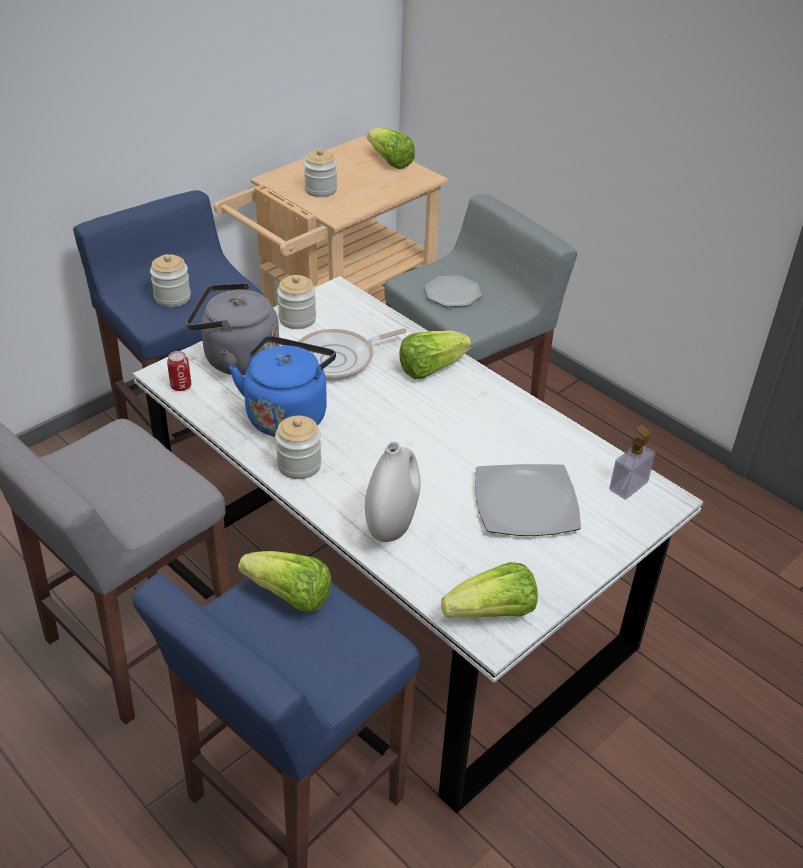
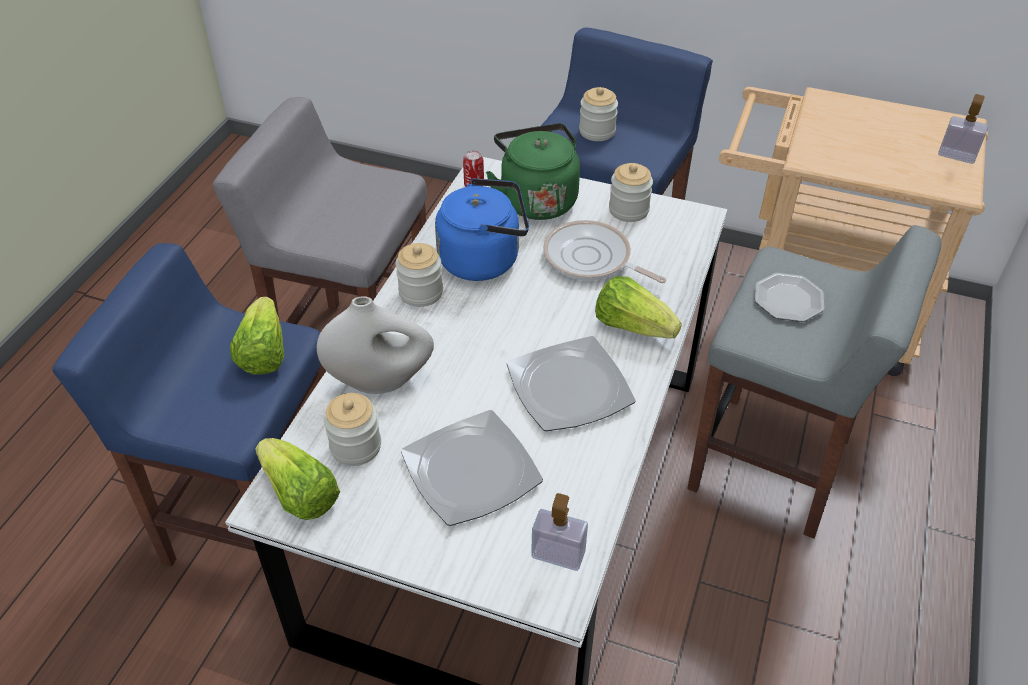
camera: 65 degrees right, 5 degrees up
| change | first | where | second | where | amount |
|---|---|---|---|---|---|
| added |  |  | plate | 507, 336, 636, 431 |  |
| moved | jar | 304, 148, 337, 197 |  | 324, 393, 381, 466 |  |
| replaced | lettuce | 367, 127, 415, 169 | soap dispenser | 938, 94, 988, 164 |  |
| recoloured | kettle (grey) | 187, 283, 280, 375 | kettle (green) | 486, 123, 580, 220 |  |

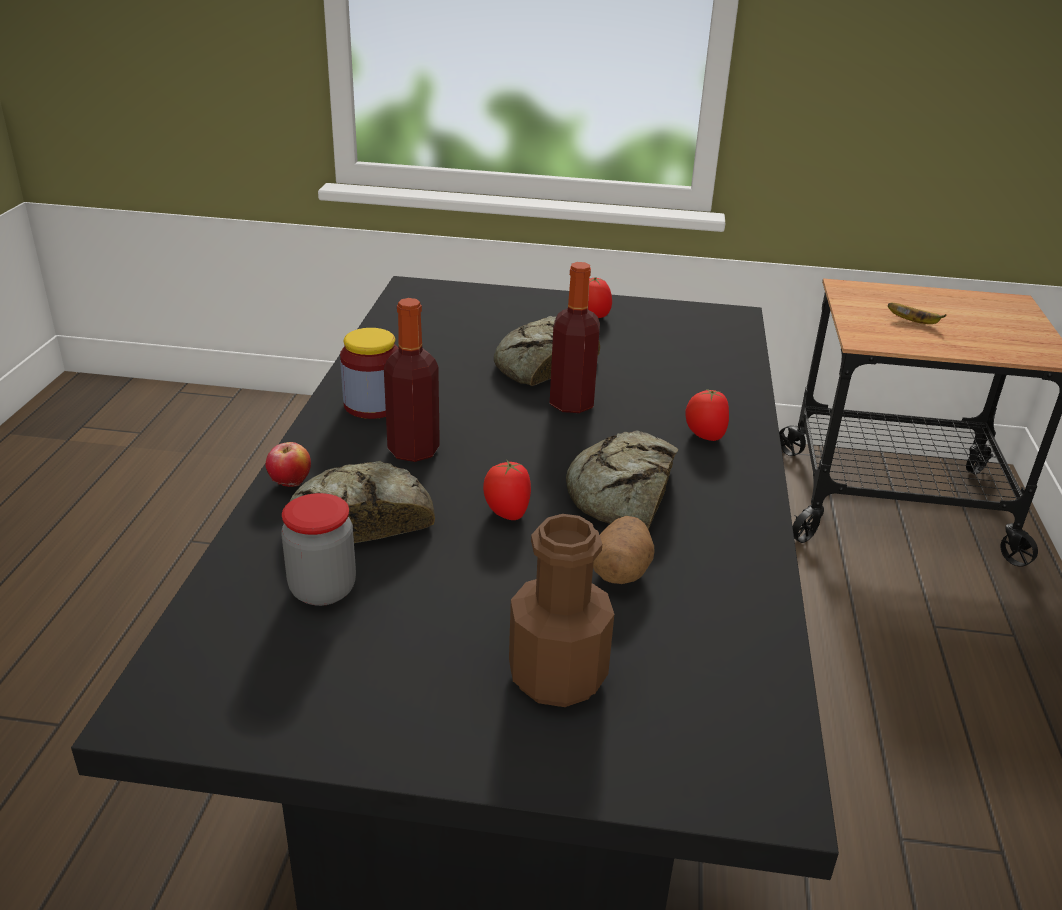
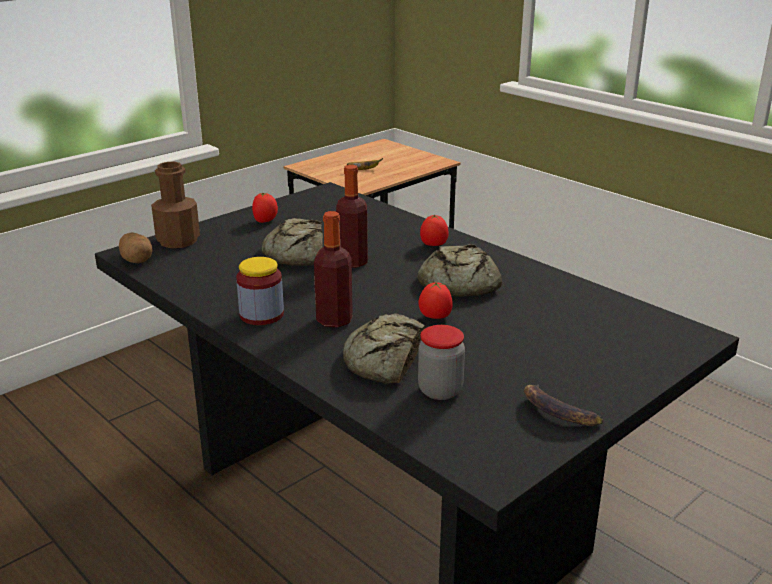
camera: 50 degrees left, 5 degrees down
| change | first | where | second | where | amount |
|---|---|---|---|---|---|
| removed | apple | 266, 442, 311, 487 |  |  |  |
| added |  |  | banana | 524, 384, 604, 426 |  |
| moved | bottle (brown) | 509, 514, 614, 707 |  | 151, 162, 200, 248 |  |
| moved | potato | 593, 516, 654, 584 |  | 119, 233, 153, 264 |  |

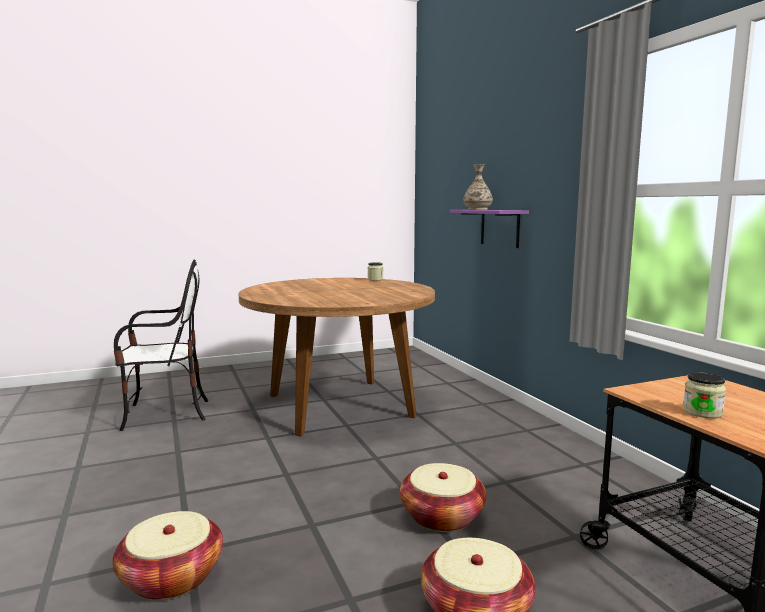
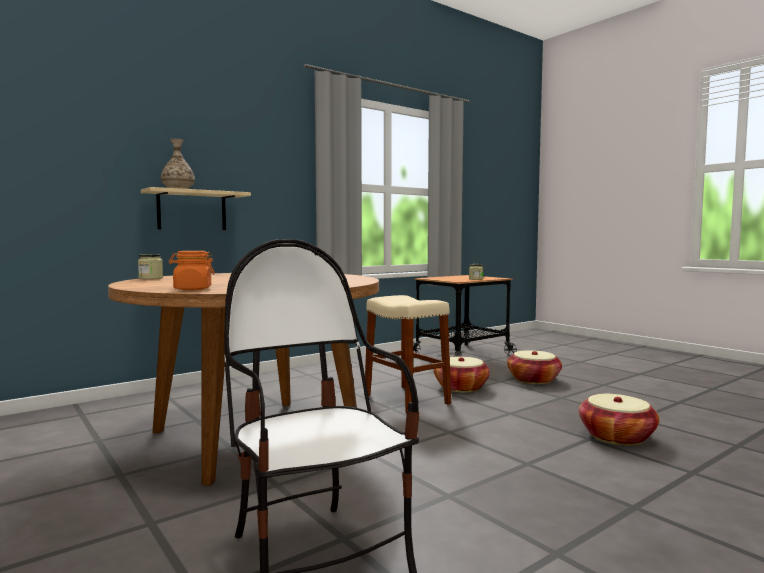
camera: 105 degrees left, 5 degrees down
| change | first | where | second | where | amount |
|---|---|---|---|---|---|
| added |  |  | jar (orange) | 169, 251, 215, 290 |  |
| added |  |  | stool (beige) | 364, 295, 451, 413 |  |
| recoloured | shelf (purple) | 449, 210, 529, 248 | shelf (beige) | 141, 187, 251, 230 |  |

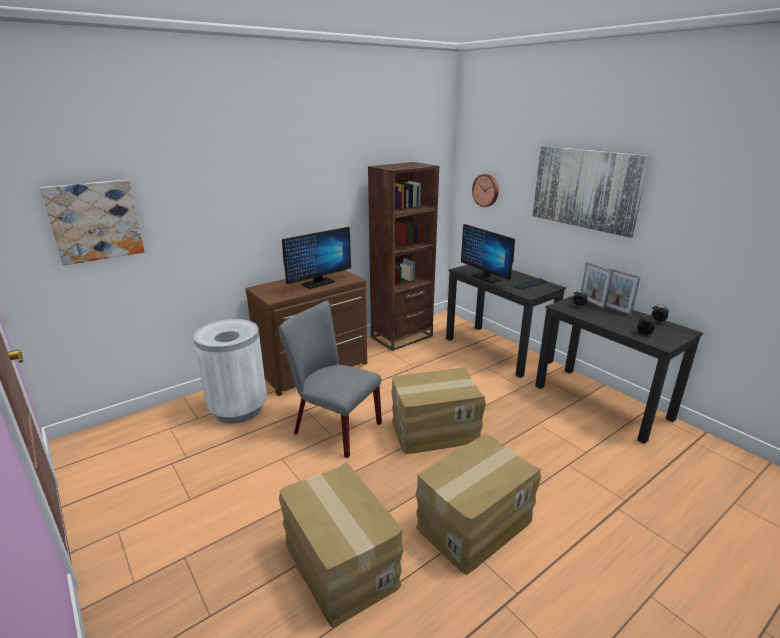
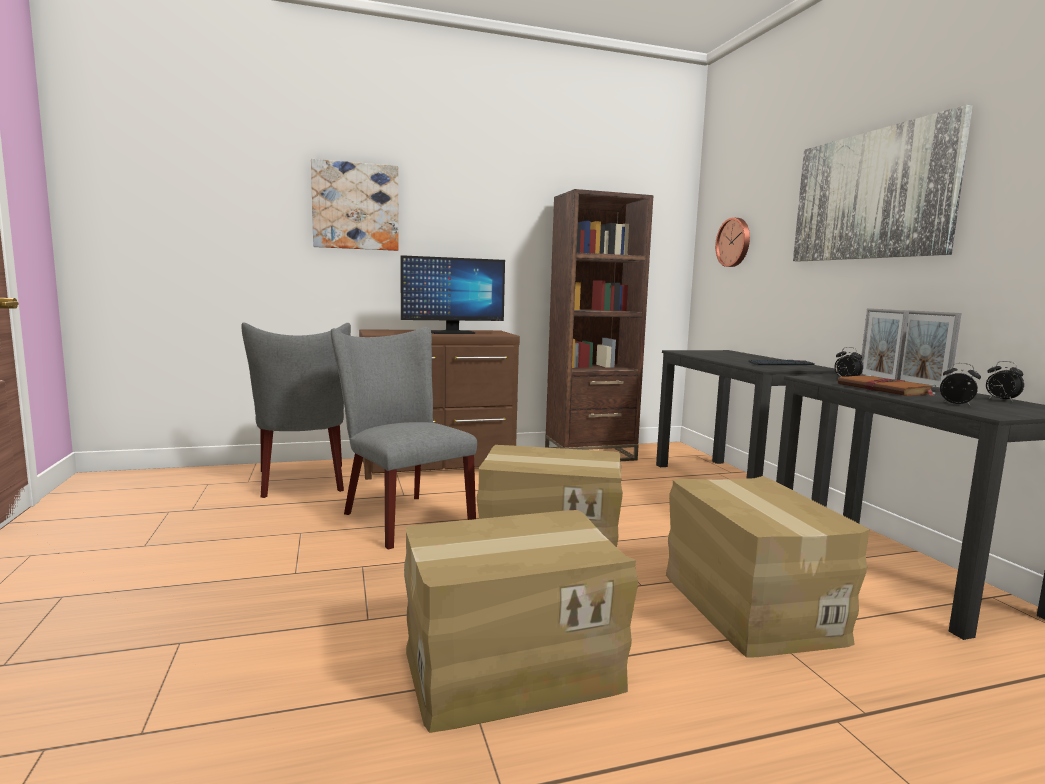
camera: 20 degrees right, 15 degrees down
| change | first | where | second | where | amount |
|---|---|---|---|---|---|
| removed | monitor | 461, 224, 515, 283 |  |  |  |
| added |  |  | book (brown) | 838, 375, 936, 396 |  |
| moved | picture | 40, 180, 145, 265 |  | 311, 159, 399, 251 |  |
| moved | cardboard box | 279, 462, 403, 628 |  | 666, 476, 869, 657 |  |
| replaced | trash can (white) | 193, 319, 267, 423 | chair (grey) | 241, 322, 351, 498 |  |

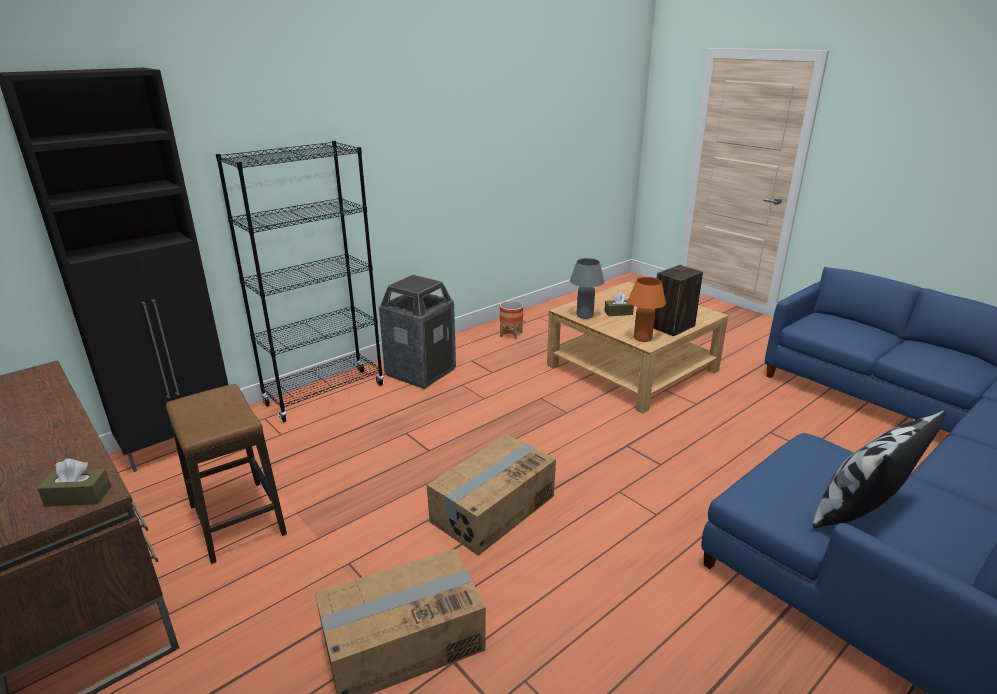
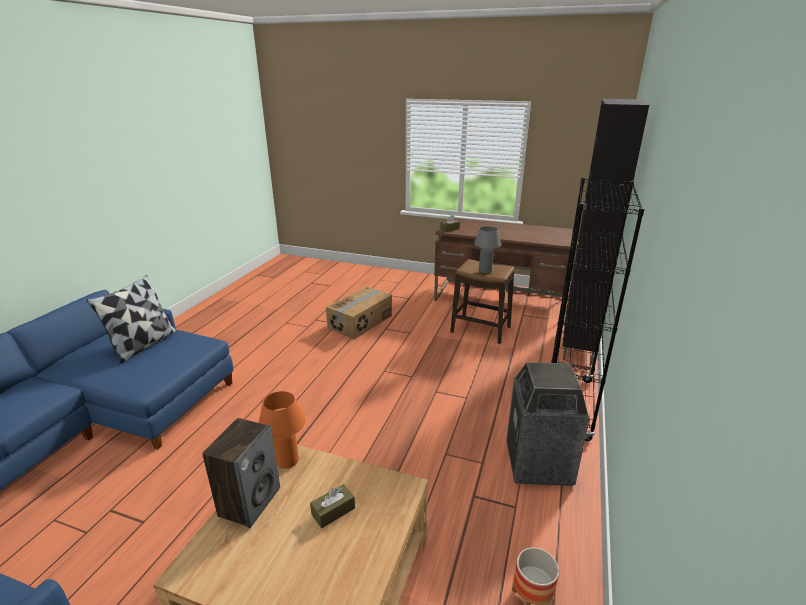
camera: 150 degrees right, 0 degrees up
| change | first | where | second | where | amount |
|---|---|---|---|---|---|
| removed | cardboard box | 427, 434, 556, 556 |  |  |  |
| moved | table lamp (grey) | 570, 258, 605, 319 |  | 474, 226, 501, 273 |  |

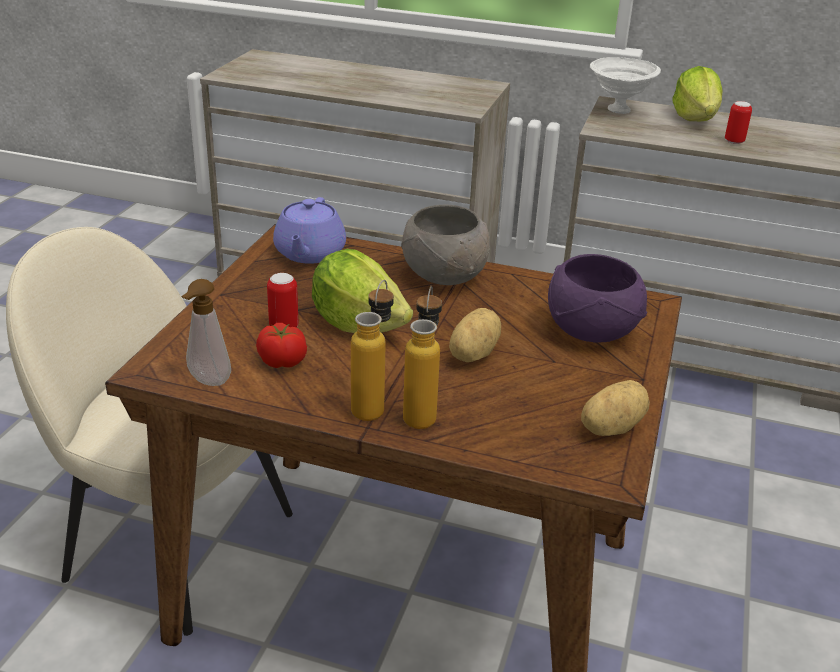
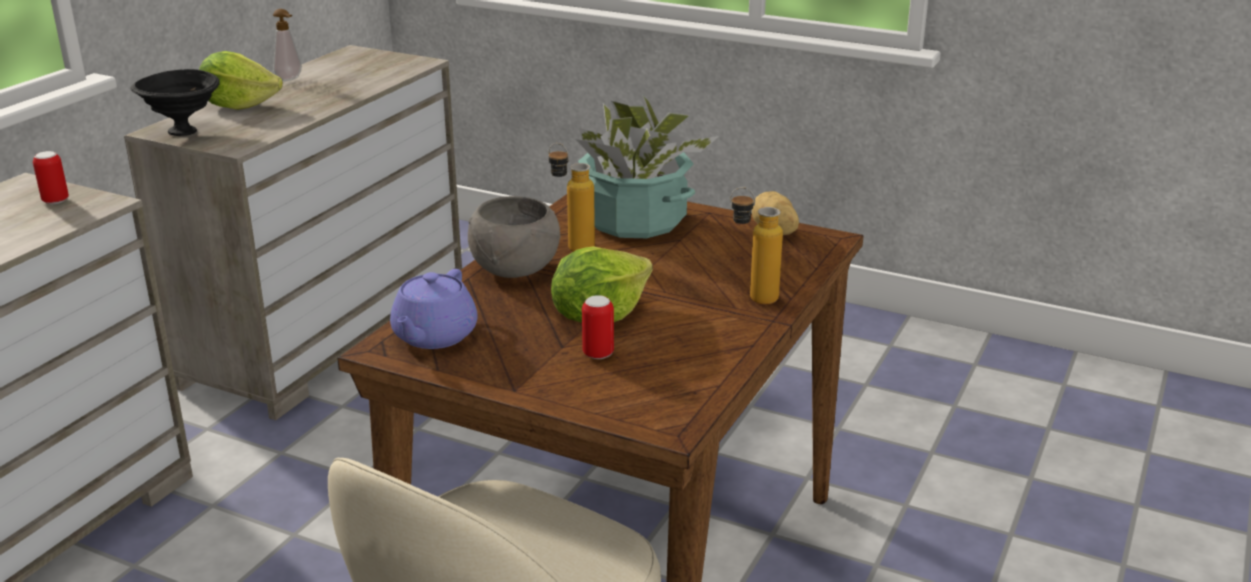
camera: 80 degrees left, 5 degrees down
| change | first | where | second | where | amount |
|---|---|---|---|---|---|
| removed | tomato | 256, 323, 307, 368 |  |  |  |
| removed | potato | 449, 308, 501, 362 |  |  |  |
| moved | soap dispenser | 181, 279, 231, 386 |  | 273, 9, 302, 81 |  |
| moved | bottle | 351, 280, 394, 421 |  | 549, 143, 595, 252 |  |
| moved | can | 725, 101, 752, 144 |  | 33, 151, 69, 204 |  |
| replaced | bowl (purple) | 548, 254, 647, 343 | potted plant | 576, 95, 719, 238 |  |
| recoloured | bowl (white) | 590, 57, 661, 114 | bowl (black) | 131, 69, 220, 136 |  |
| turned | teapot (purple) | 273, 197, 346, 264 |  | 390, 269, 477, 349 | 90 degrees clockwise |

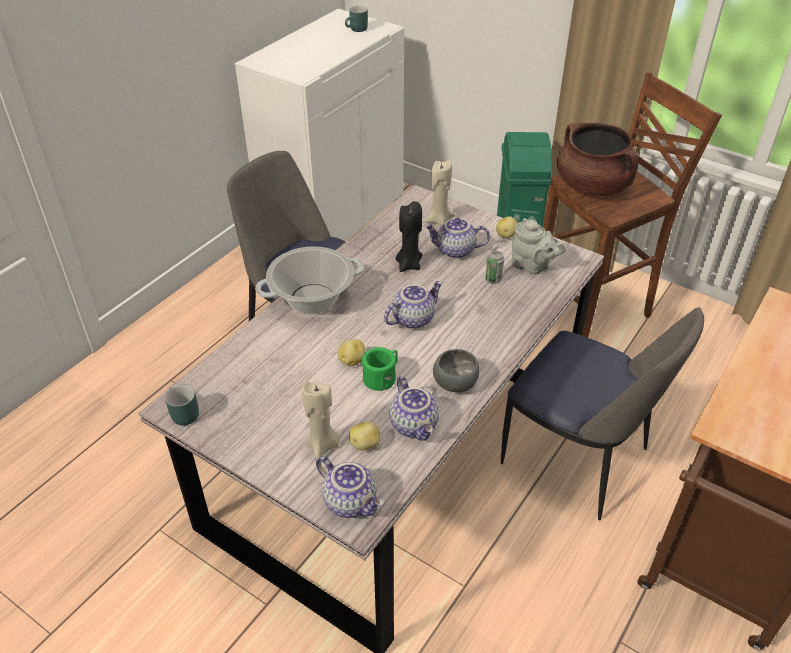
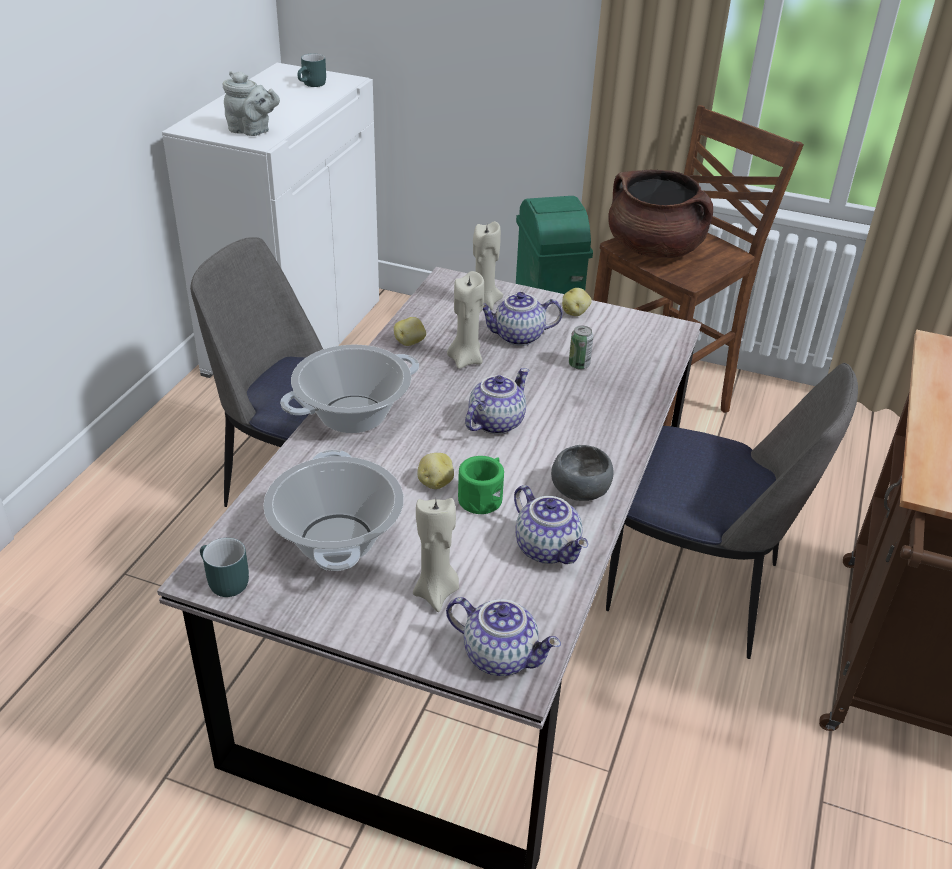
camera: 15 degrees left, 5 degrees down
| change | first | where | second | where | amount |
|---|---|---|---|---|---|
| added |  |  | cooking pot | 263, 450, 404, 571 |  |
| moved | potato | 349, 422, 380, 450 |  | 394, 317, 426, 346 |  |
| moved | teapot (grey) | 512, 218, 566, 274 |  | 223, 71, 280, 136 |  |
| recoloured | candle (black) | 396, 201, 423, 272 | candle (beige) | 447, 271, 484, 369 |  |

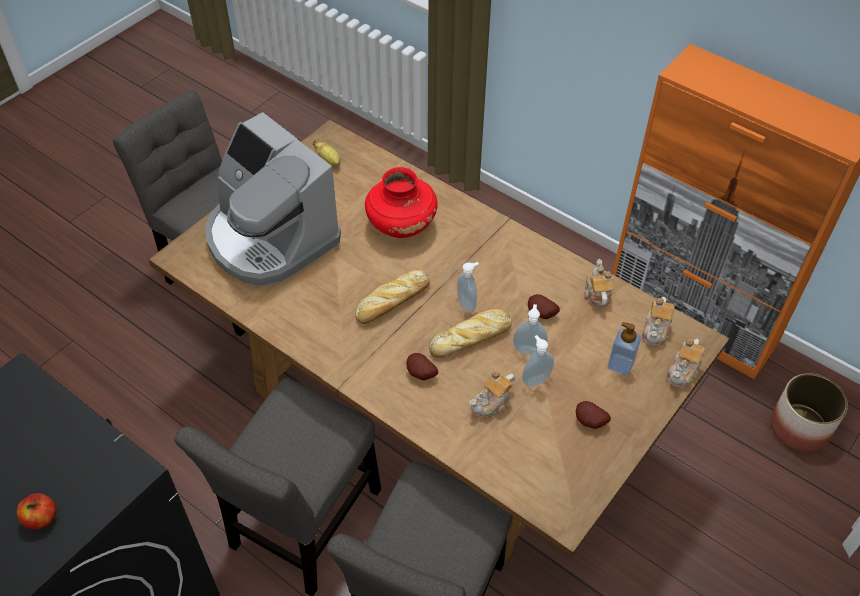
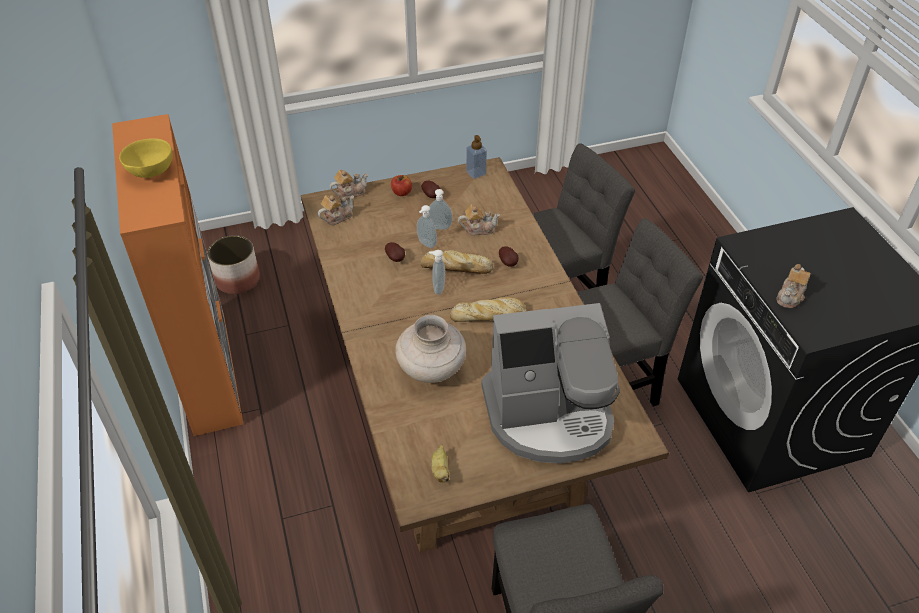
camera: 145 degrees left, 5 degrees down
| change | first | where | second | where | amount |
|---|---|---|---|---|---|
| added |  |  | bowl (yellow) | 119, 138, 173, 178 |  |
| moved | apple | 17, 493, 56, 529 |  | 391, 175, 412, 196 |  |
| moved | teapot | 584, 259, 614, 307 |  | 776, 264, 811, 308 |  |
| moved | soap dispenser | 608, 322, 641, 376 |  | 466, 135, 487, 179 |  |
| recoloured | vase (red) | 365, 167, 438, 238 | vase (beige) | 395, 315, 466, 383 |  |
| turned | coffee machine | 205, 112, 341, 287 |  | 481, 303, 620, 464 | 90 degrees clockwise |

